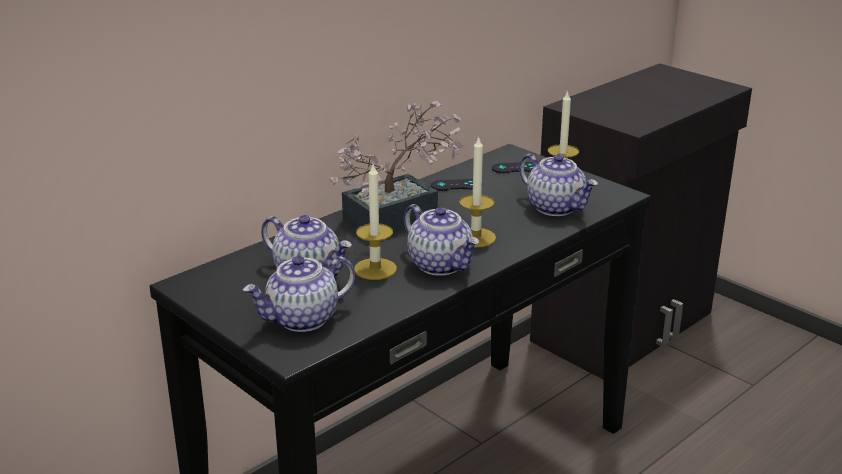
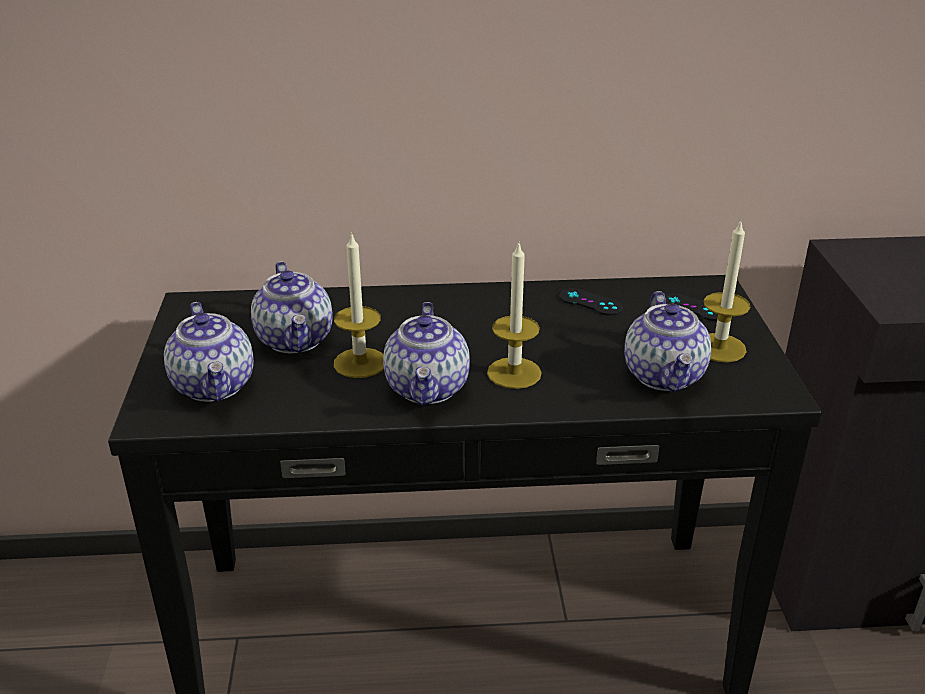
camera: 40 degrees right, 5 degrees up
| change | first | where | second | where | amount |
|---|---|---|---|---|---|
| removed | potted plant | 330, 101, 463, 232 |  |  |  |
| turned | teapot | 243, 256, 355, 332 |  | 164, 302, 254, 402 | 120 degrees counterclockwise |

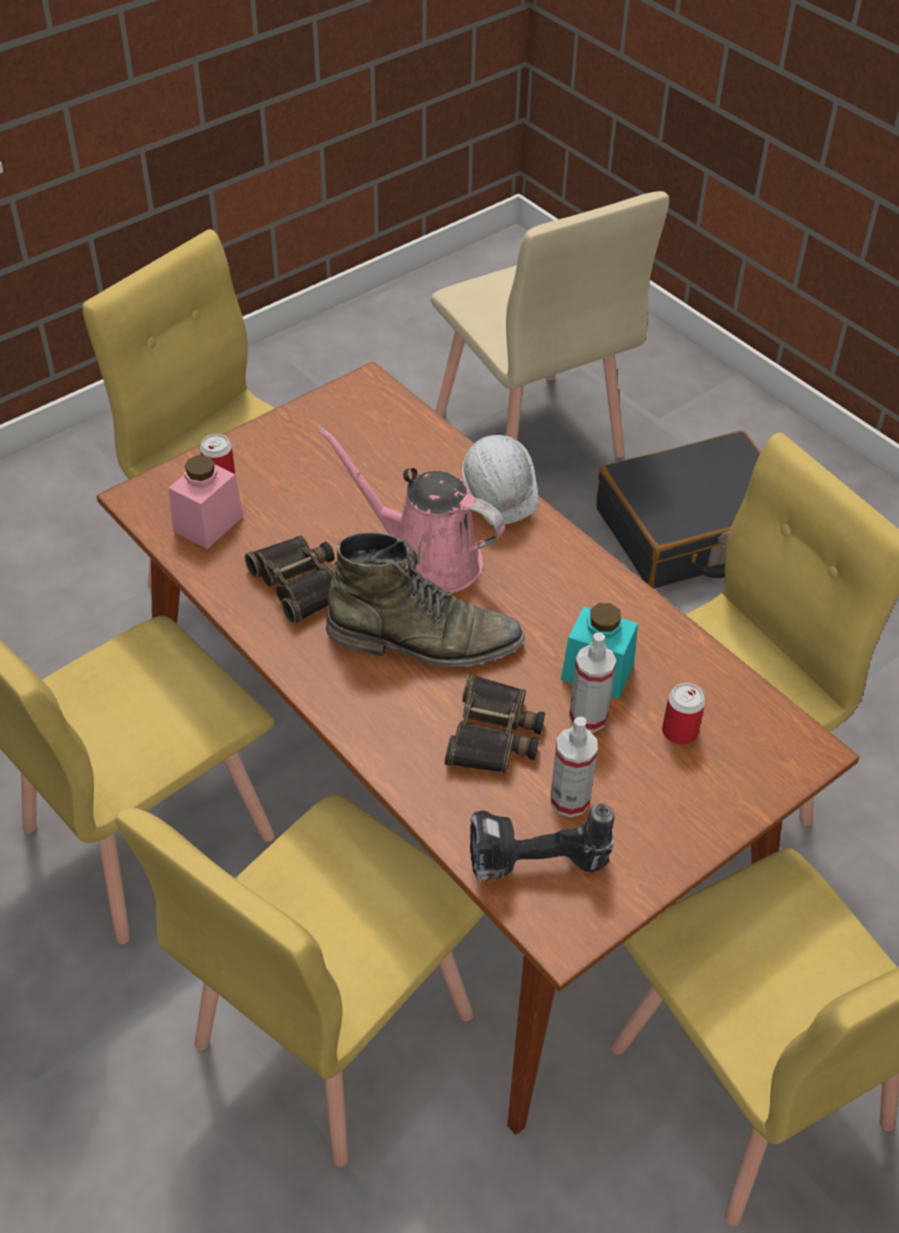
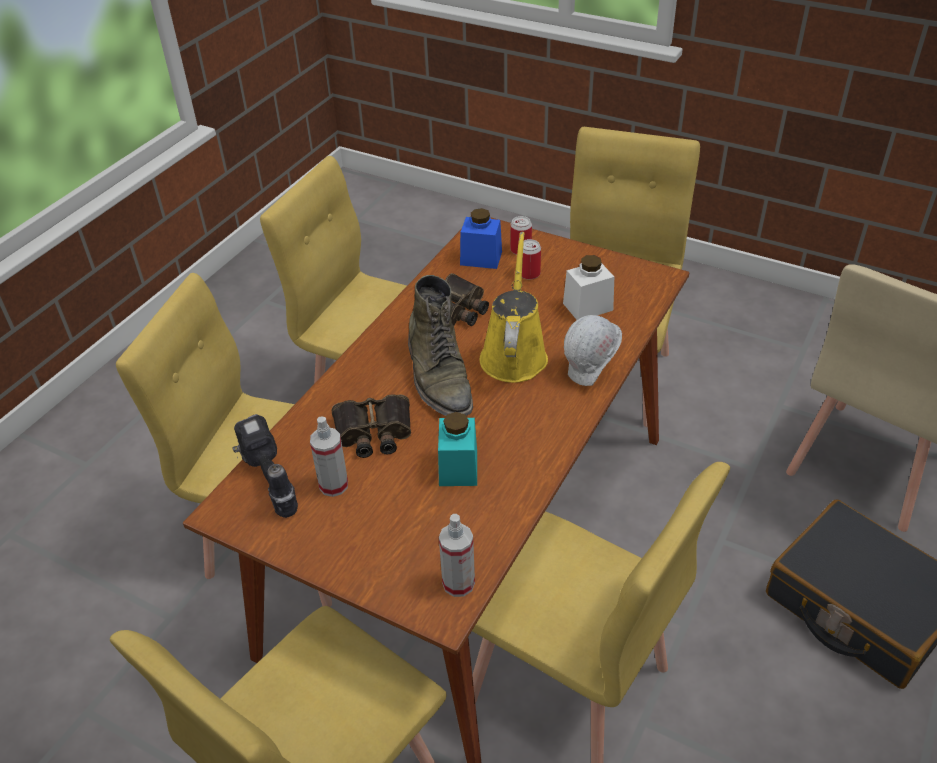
camera: 70 degrees right, 5 degrees down
| change | first | where | second | where | amount |
|---|---|---|---|---|---|
| added |  |  | jar (white) | 563, 255, 614, 320 |  |
| moved | spray bottle | 569, 632, 616, 732 |  | 439, 514, 475, 597 |  |
| moved | can | 662, 683, 706, 745 |  | 522, 239, 541, 280 |  |
| recoloured | jar (pink) | 168, 455, 243, 549 | jar (blue) | 460, 208, 502, 269 |  |
| recoloured | watering can (pink) | 318, 427, 505, 593 | watering can (yellow) | 479, 232, 548, 383 |  |

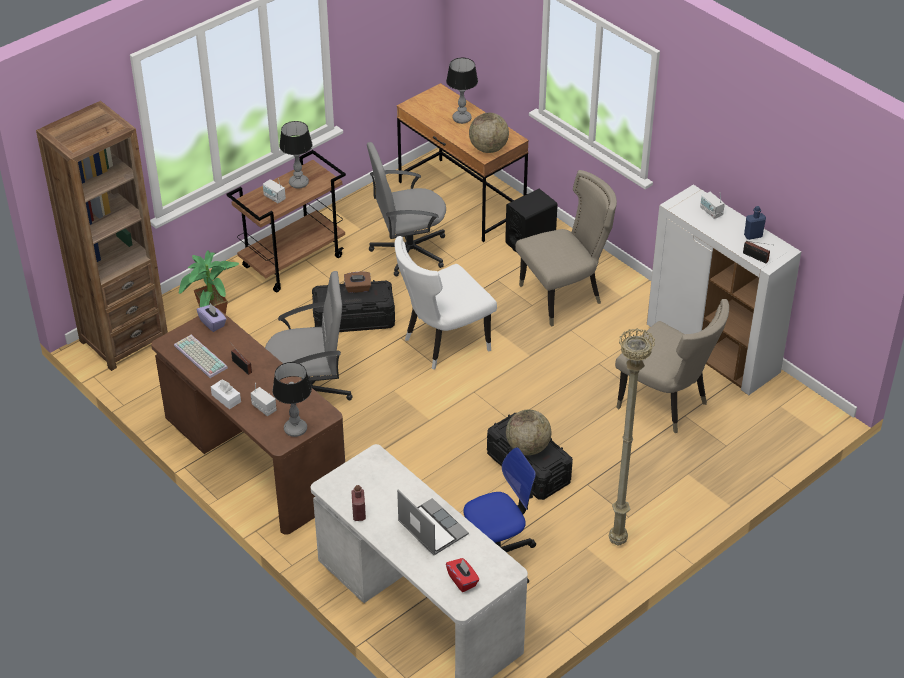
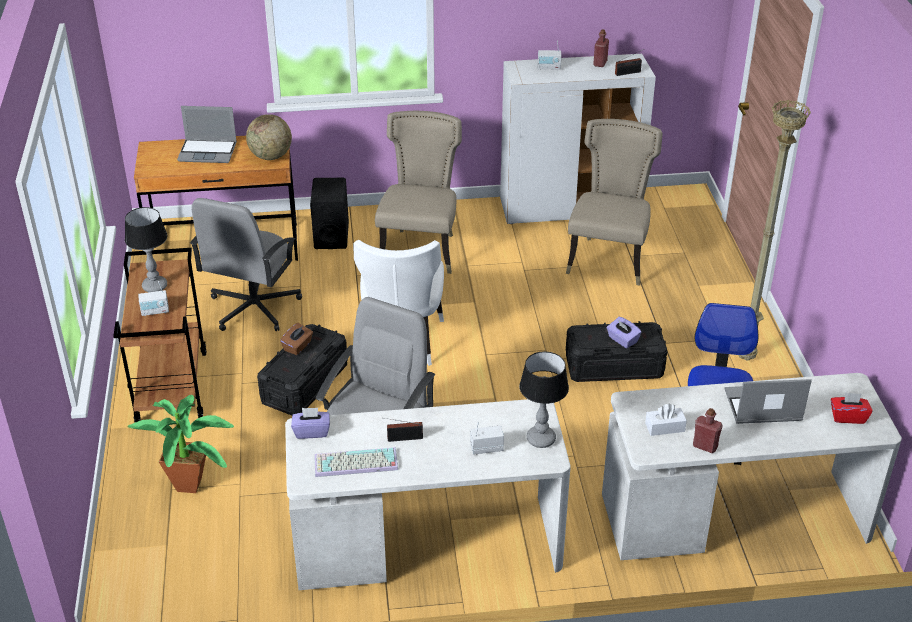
camera: 55 degrees left, 5 degrees down
| change | first | where | second | where | amount |
|---|---|---|---|---|---|
| removed | bookcase (brown) | 36, 101, 168, 371 |  |  |  |
| moved | tissue box (white) | 211, 379, 241, 409 |  | 645, 404, 687, 436 |  |
| replaced | table lamp | 446, 58, 478, 124 | laptop | 177, 106, 237, 163 |  |
| replaced | globe | 506, 410, 551, 455 | tissue box (purple) | 607, 317, 641, 348 |  |
| recoloured | desk (brown) | 151, 308, 345, 535 | desk (white) | 285, 399, 571, 590 |  |
| recoloured | bottle (blue) | 744, 206, 766, 240 | bottle (red) | 593, 29, 609, 67 |  |
| turned | chair (beige) | 615, 299, 729, 433 |  | 566, 119, 662, 285 | 60 degrees counterclockwise |

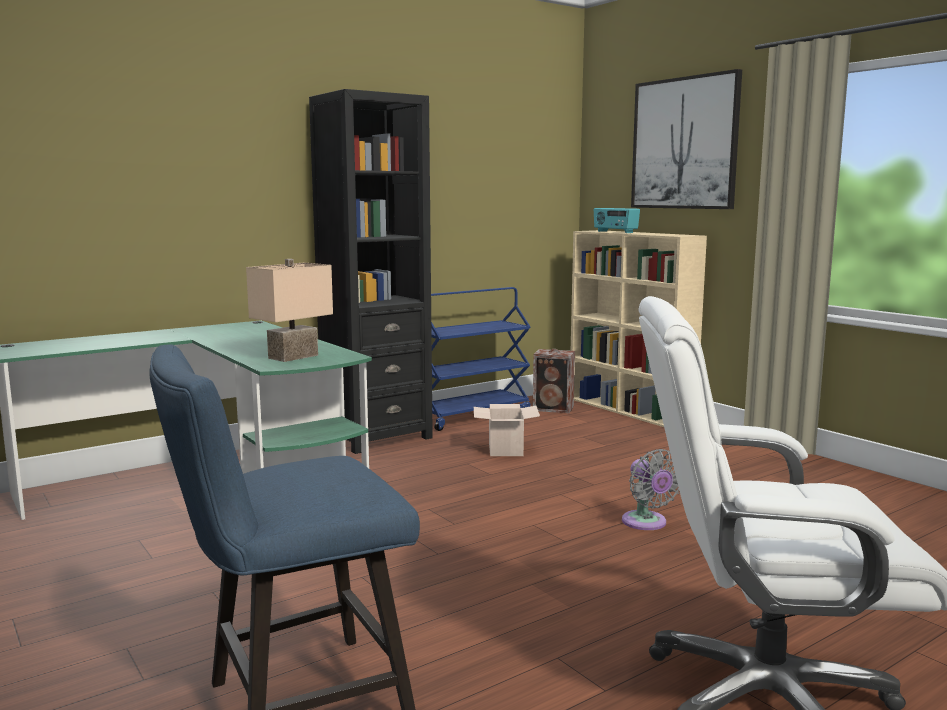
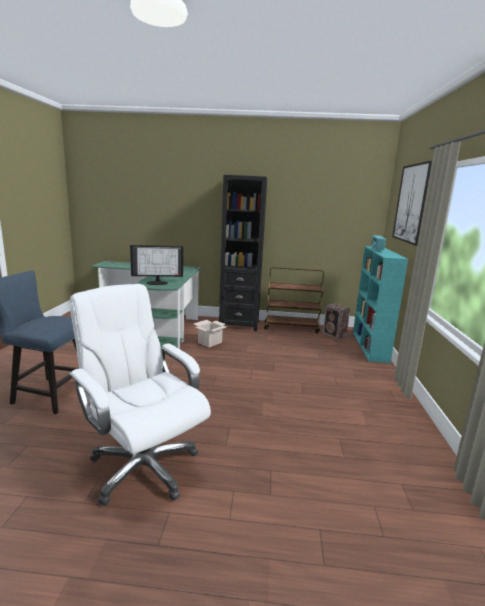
camera: 40 degrees right, 5 degrees up
| change | first | where | second | where | amount |
|---|---|---|---|---|---|
| removed | fan (grey) | 622, 449, 679, 530 |  |  |  |
| moved | cardboard box | 474, 404, 540, 456 |  | 194, 320, 228, 347 |  |
| replaced | table lamp (beige) | 246, 259, 333, 362 | monitor | 130, 245, 183, 285 |  |
| recoloured | cart (blue) | 431, 287, 531, 431 | cart (brown) | 264, 267, 324, 333 |  |
| recoloured | bookcase (beige) | 571, 230, 707, 427 | bookcase (turquoise) | 353, 246, 408, 363 |  |

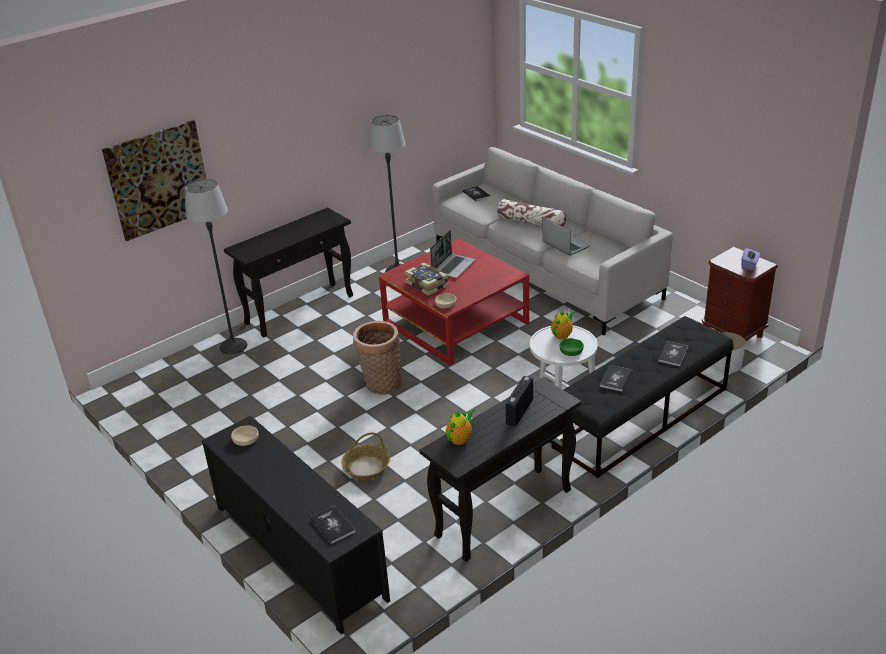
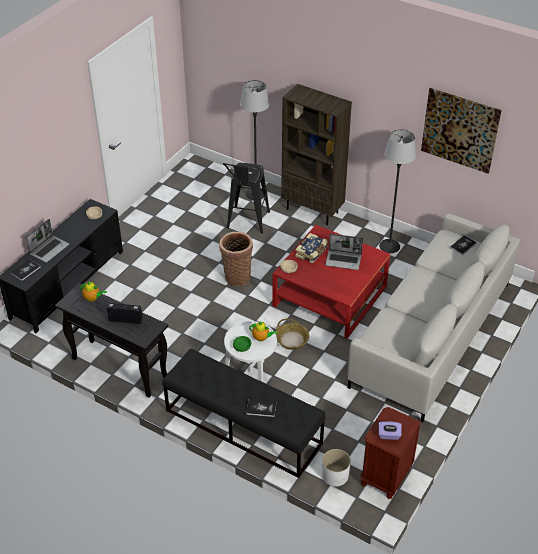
camera: 70 degrees right, 10 degrees up
| change | first | where | second | where | amount |
|---|---|---|---|---|---|
| removed | pillow | 497, 199, 566, 226 |  |  |  |
| removed | book | 600, 365, 632, 392 |  |  |  |
| added |  |  | stool (black) | 223, 163, 270, 233 |  |
| moved | picture | 102, 120, 206, 241 |  | 421, 88, 502, 174 |  |
| moved | basket | 341, 432, 390, 480 |  | 276, 319, 309, 350 |  |
| moved | laptop | 542, 217, 590, 256 |  | 25, 219, 69, 263 |  |
| replaced | console table (black) | 224, 207, 353, 337 | bookcase (brown) | 281, 84, 352, 225 |  |

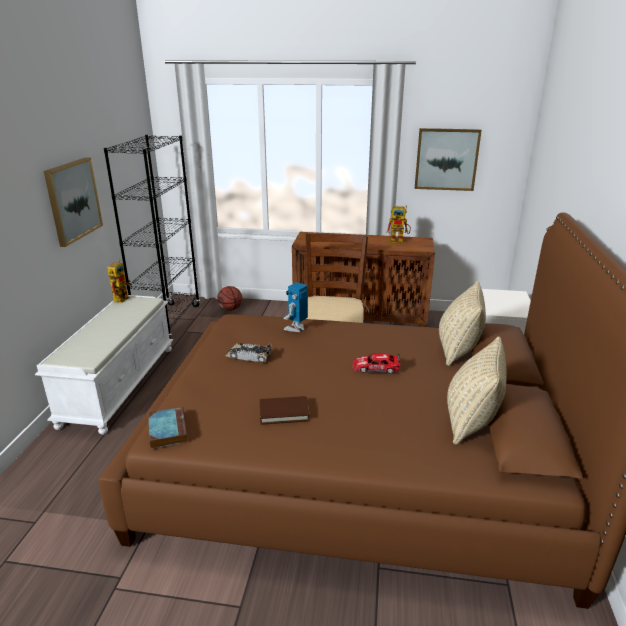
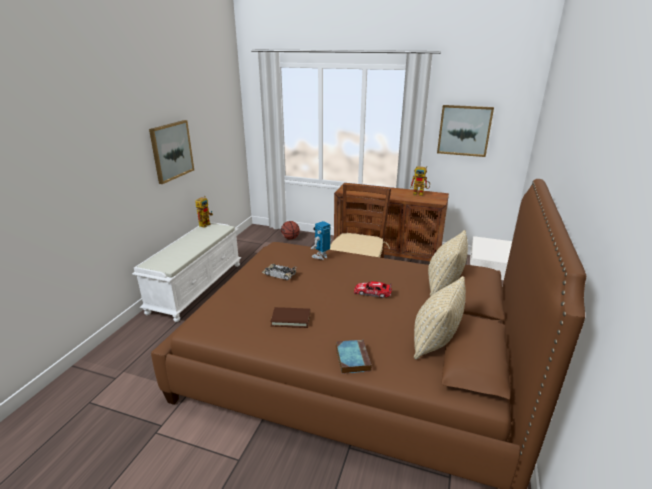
camera: 10 degrees right, 0 degrees up
| change | first | where | second | where | amount |
|---|---|---|---|---|---|
| removed | bookcase (black) | 104, 135, 200, 339 |  |  |  |
| moved | book | 148, 407, 188, 449 |  | 336, 340, 372, 374 |  |

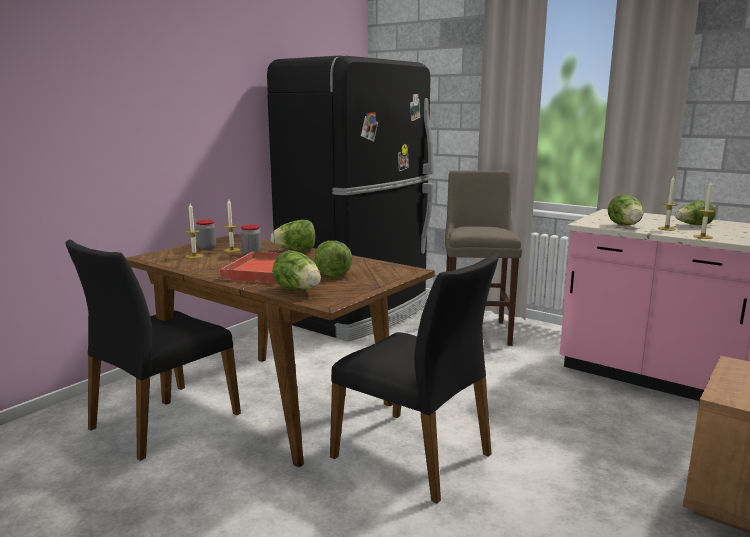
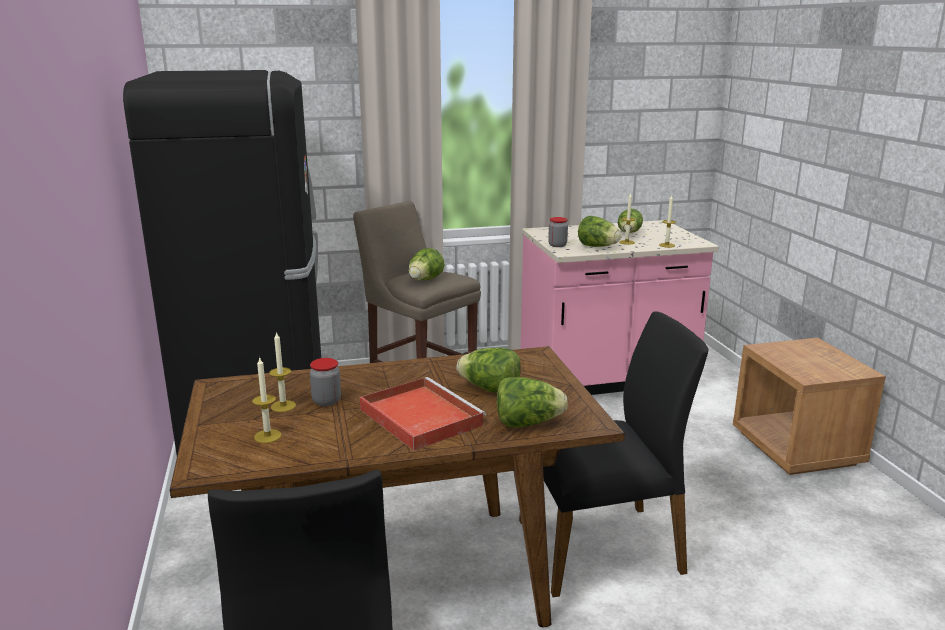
camera: 50 degrees left, 5 degrees up
| change | first | where | second | where | amount |
|---|---|---|---|---|---|
| moved | jar | 196, 220, 216, 250 |  | 548, 217, 568, 247 |  |
| moved | lettuce | 271, 220, 315, 251 |  | 409, 248, 445, 280 |  |

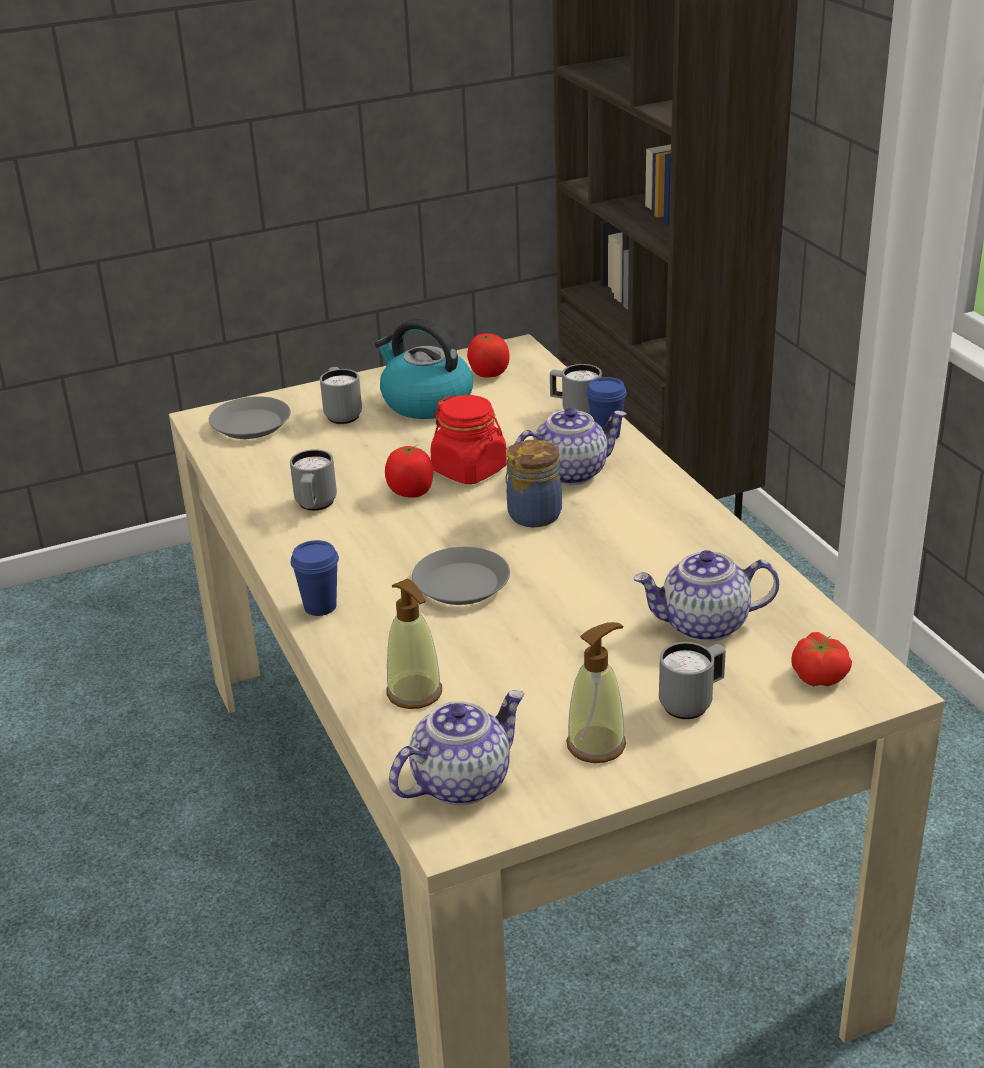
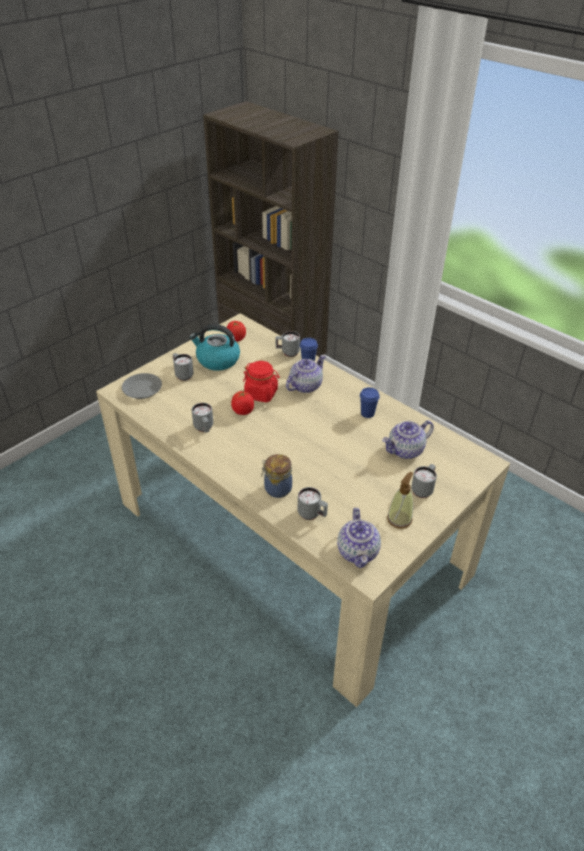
camera: 25 degrees left, 10 degrees up
| change | first | where | second | where | amount |
|---|---|---|---|---|---|
| removed | plate (grey) | 412, 547, 510, 605 |  |  |  |
| removed | tomato | 791, 632, 852, 686 |  |  |  |
| moved | cup (blue) | 291, 540, 339, 616 |  | 360, 387, 380, 418 |  |
| moved | jar | 506, 440, 562, 527 |  | 261, 454, 292, 498 |  |
| replaced | soap dispenser | 386, 579, 442, 709 | mug (grey) | 298, 487, 328, 520 |  |
| turned | teapot | 389, 690, 525, 805 |  | 337, 508, 381, 568 | 150 degrees clockwise |

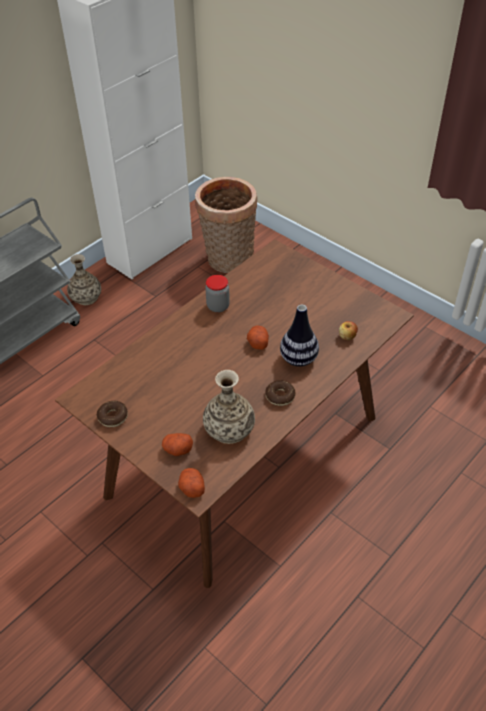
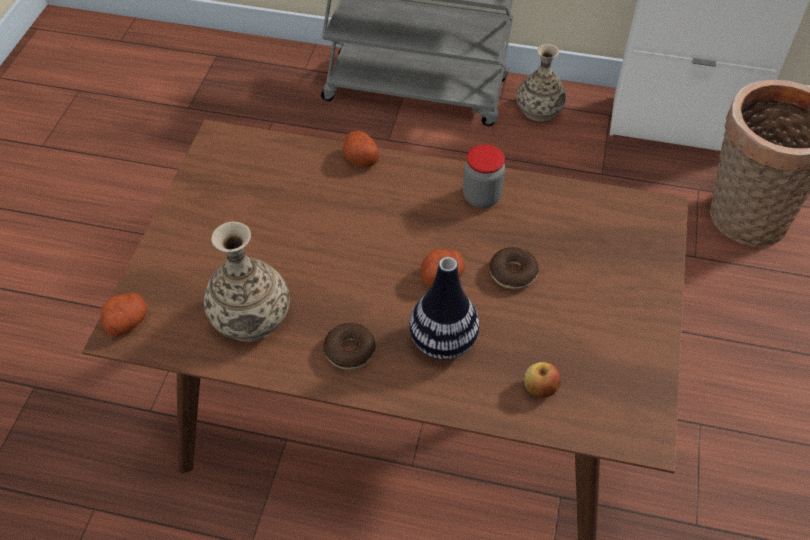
camera: 60 degrees right, 5 degrees up
| change | first | where | second | where | amount |
|---|---|---|---|---|---|
| moved | donut | 97, 401, 128, 427 |  | 489, 247, 539, 289 |  |
| moved | potato | 162, 433, 193, 456 |  | 343, 131, 379, 168 |  |

